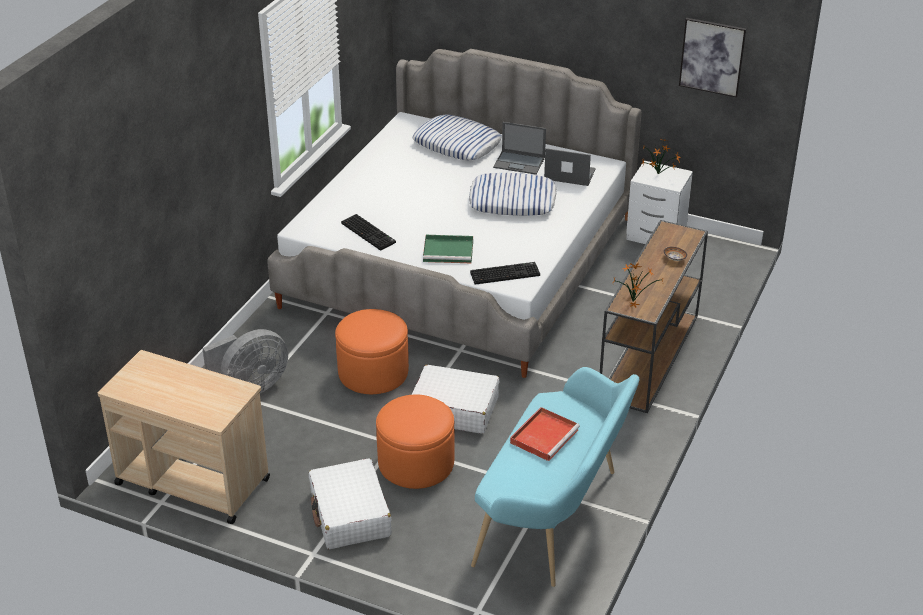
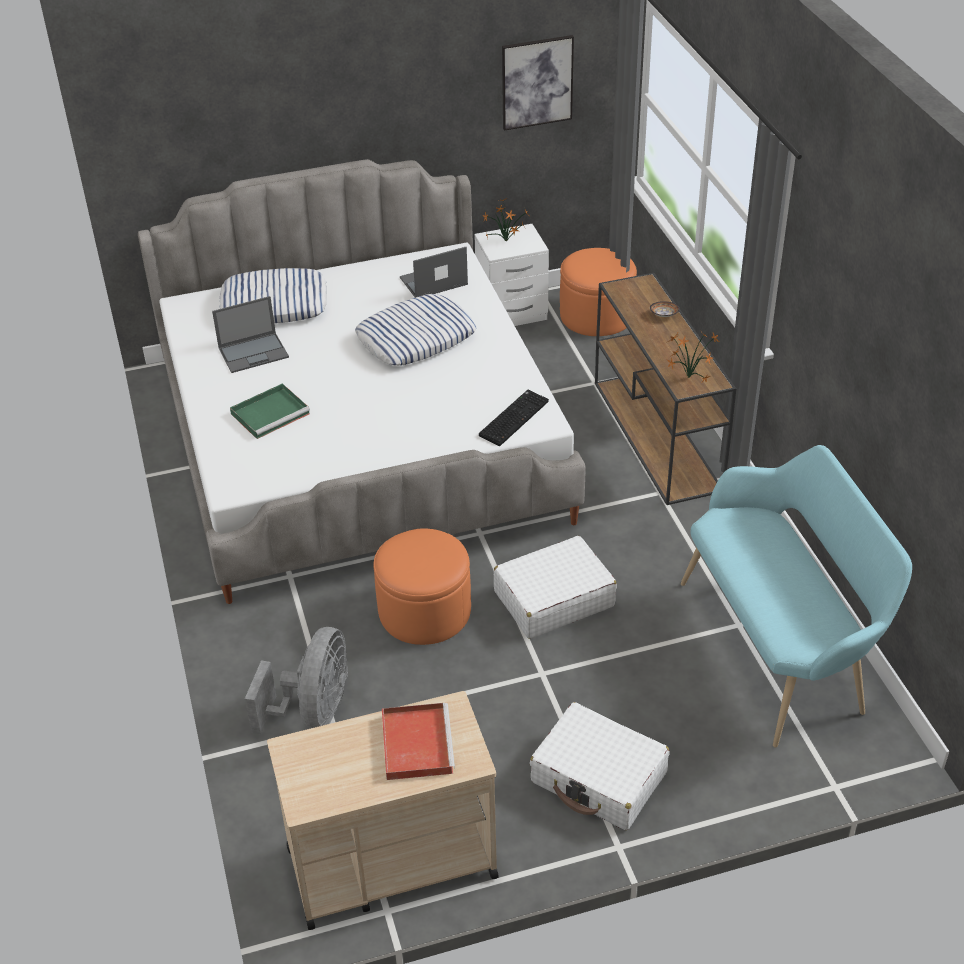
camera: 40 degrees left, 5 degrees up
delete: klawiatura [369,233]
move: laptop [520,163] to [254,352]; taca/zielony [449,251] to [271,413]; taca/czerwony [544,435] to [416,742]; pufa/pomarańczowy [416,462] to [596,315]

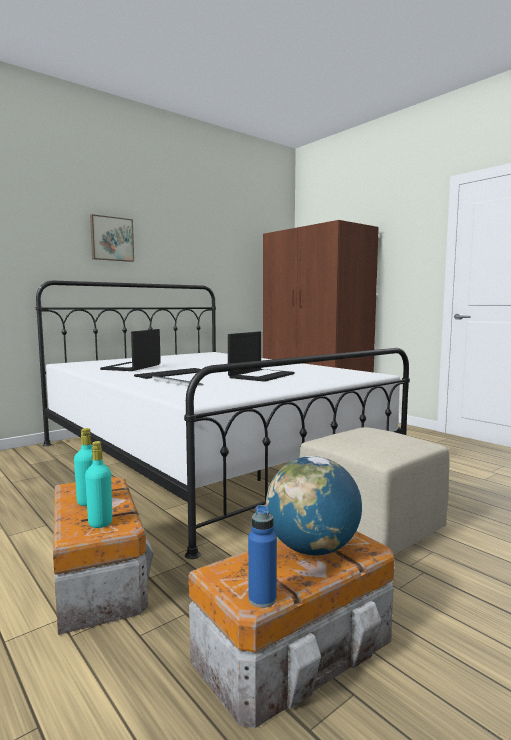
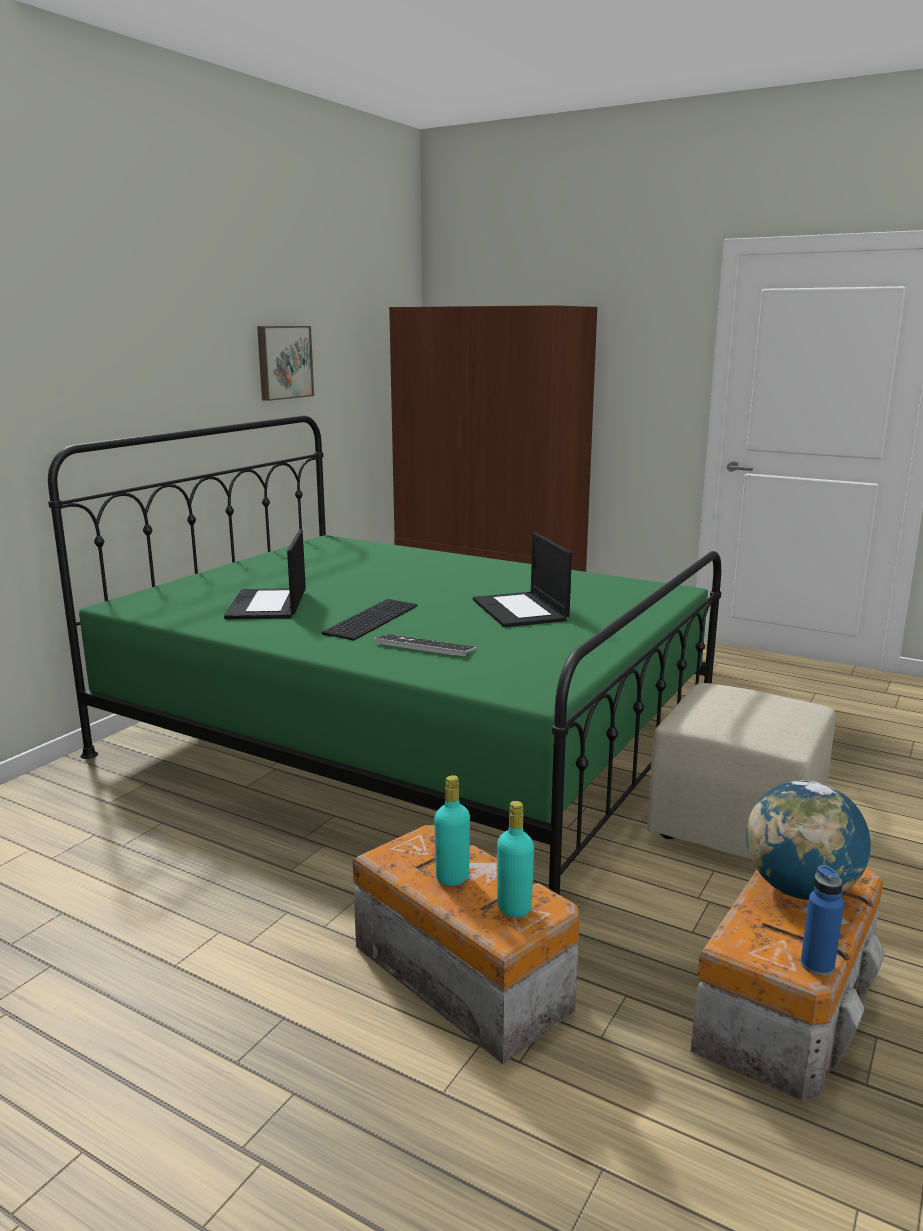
camera: 20 degrees left, 10 degrees up
move: obraz [111,239] to [283,362]
recolor: łóżko/biały [208,458] to łóżko/zielony [407,740]
rotate: laptop [261,375] = [521,610] 150 degrees clockwise

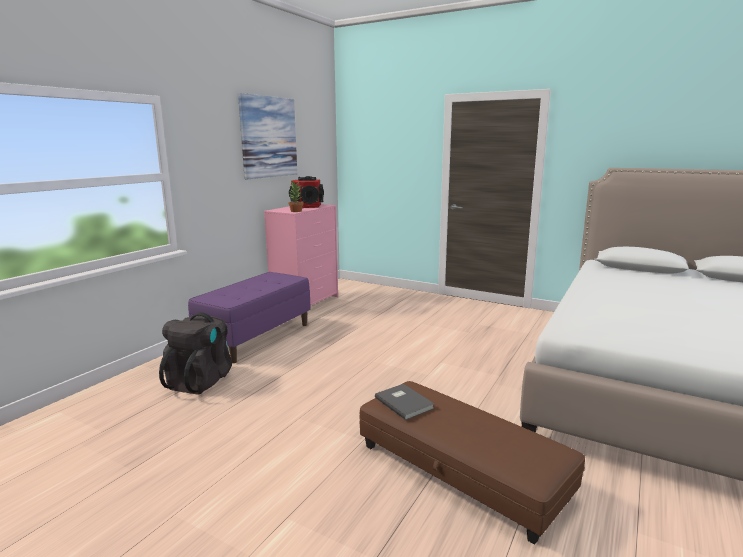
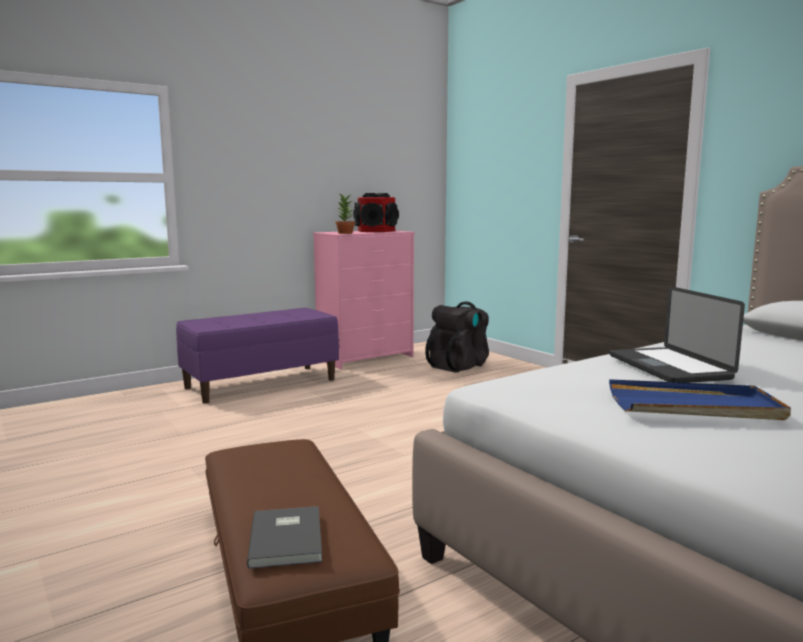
camera: 25 degrees right, 5 degrees down
delete: obraz [268,137]
insert: taca/niebieski [694,406]; laptop [668,367]
move: książka/szary [404,402] to [288,538]; plecak/czarny [201,380] to [459,366]

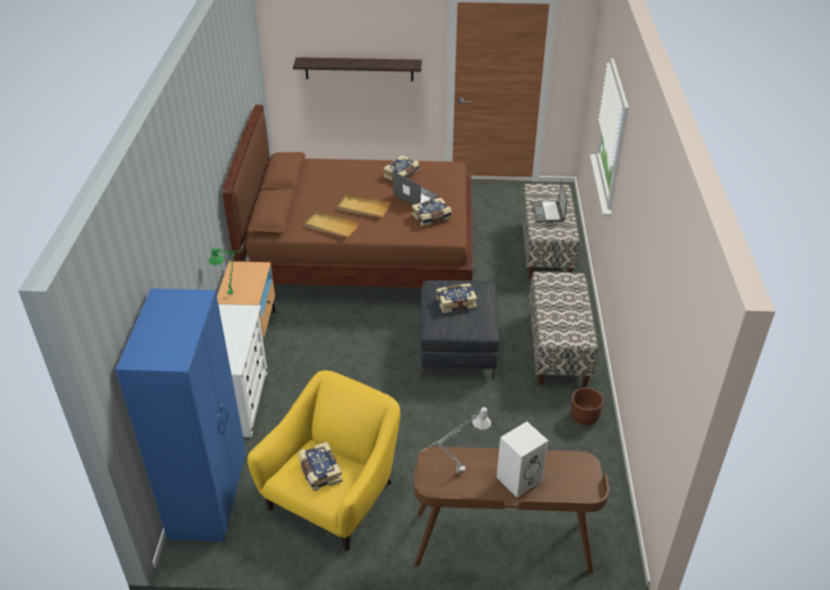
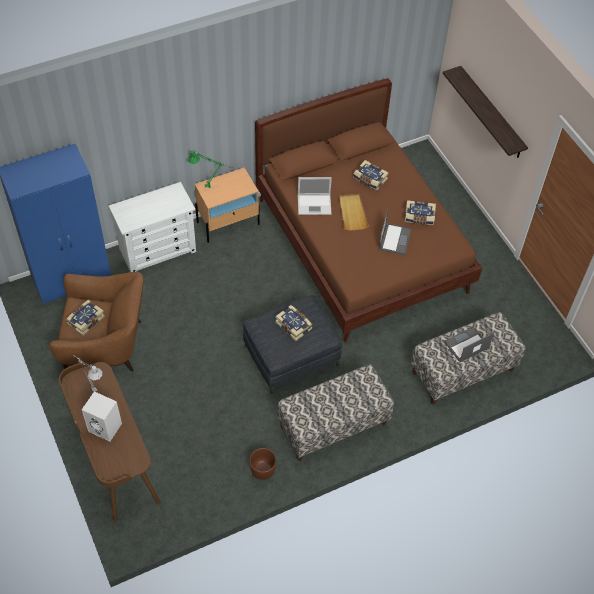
camera: 60 degrees right, 15 degrees up
move: książka [432,217] to [369,179]
replace: taca/beżowy [331,226] to laptop [315,204]
recolor: fotel/żółty [334,496] to fotel/brązowy [105,344]

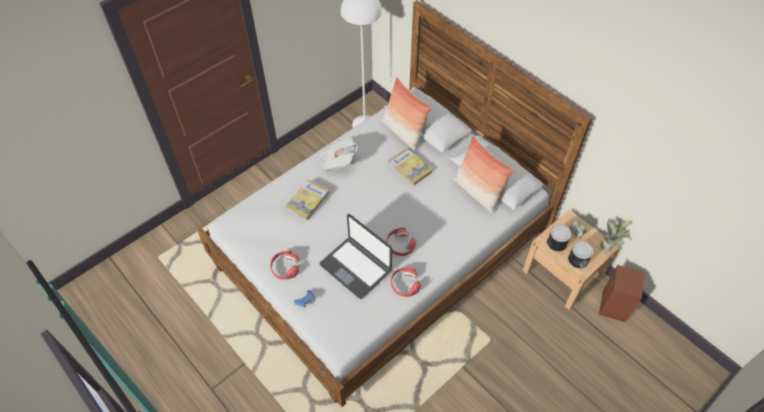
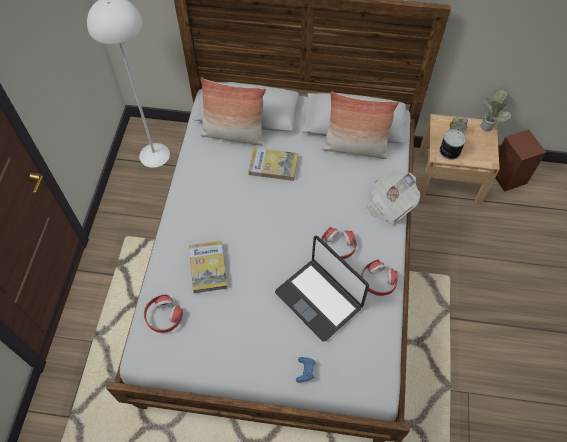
camera: 40 degrees left, 5 degrees up
delete: puszka [577,259]
move: słuchawki/czerwony [285,267] to [163,316]; gazeta [337,161] to [389,204]
rotate: laptop [356,267] = [319,299] 45 degrees clockwise

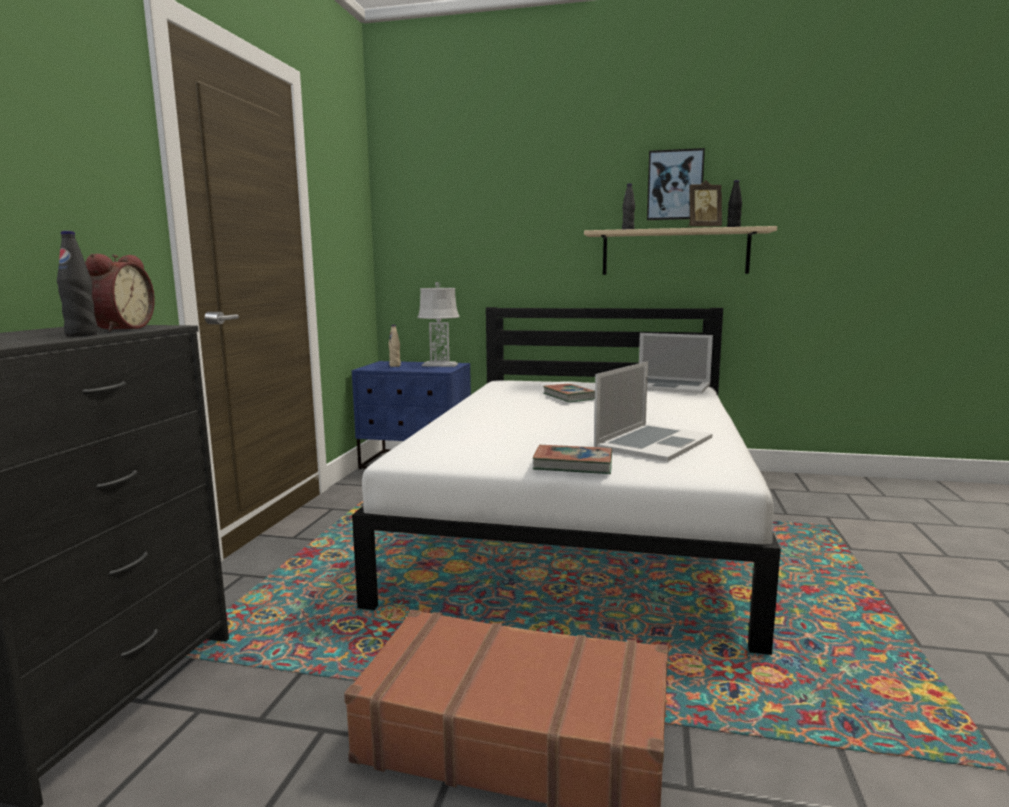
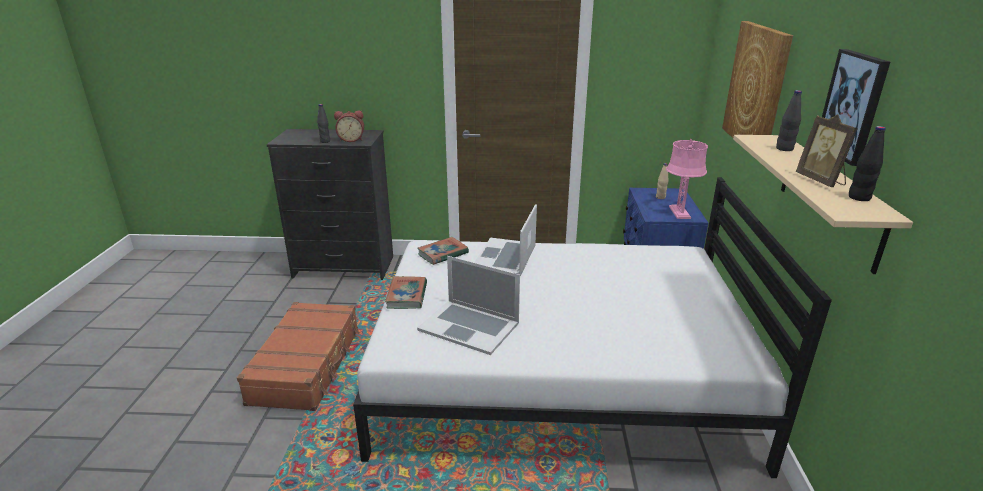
camera: 80 degrees right, 15 degrees up
insert: obraz [756,88]
move: książka [569,396] to [443,254]; laptop [668,386] to [505,257]
recolor: lampa stołowa/szary [439,365] to lampa stołowa/różowy [679,212]

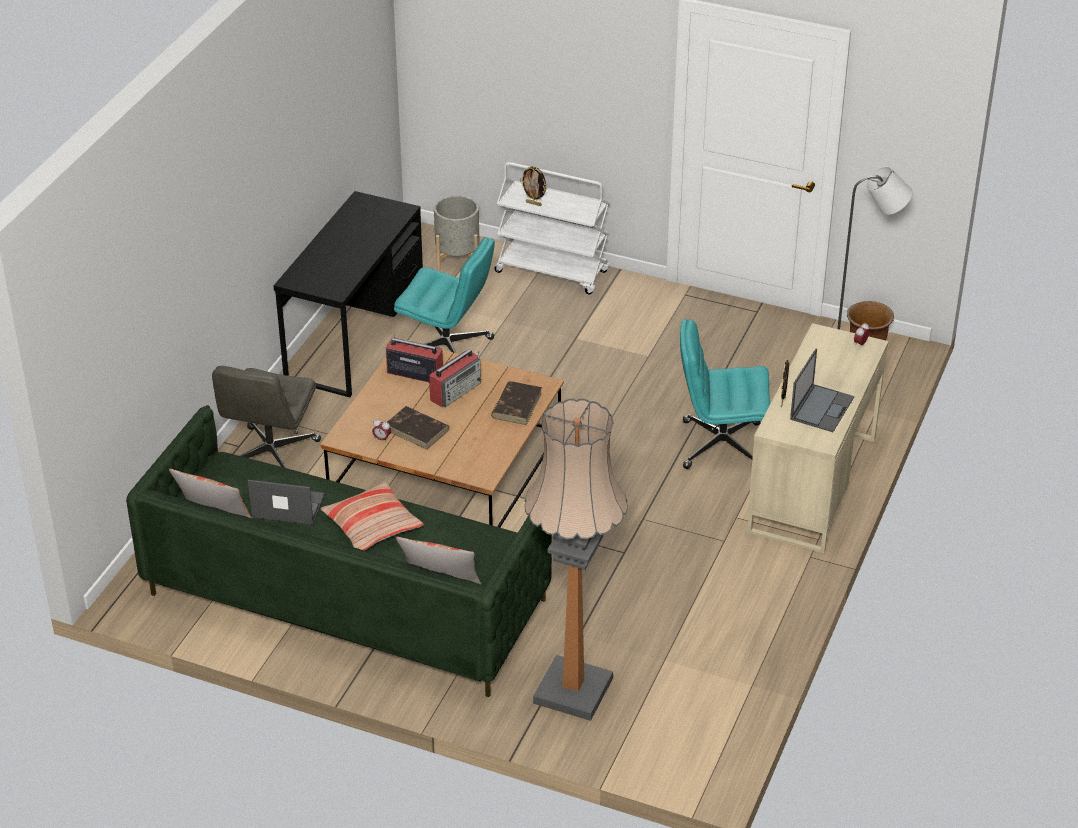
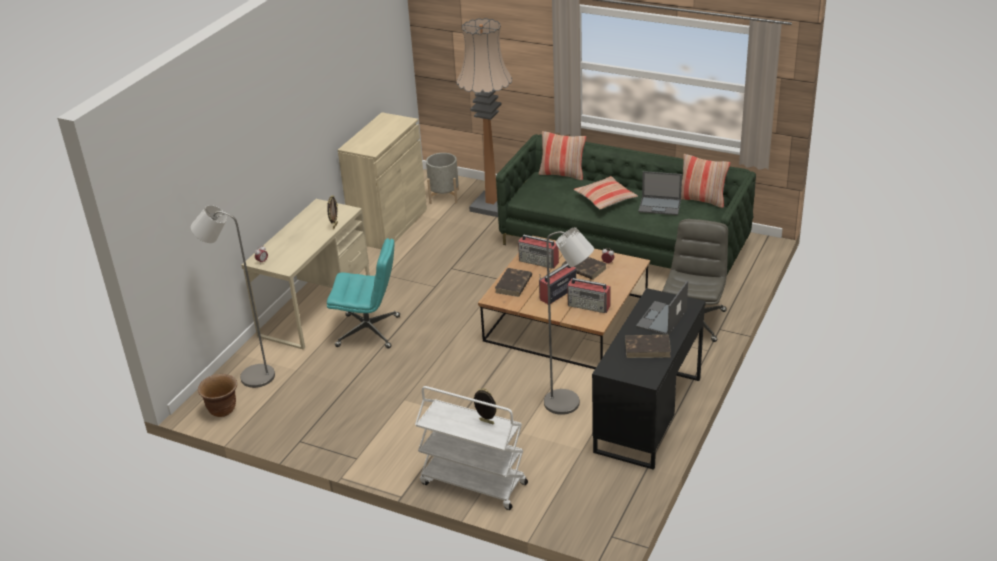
camera: 175 degrees left, 5 degrees down
insert: szafka/beżowy [389,225]; radio [539,261]; książka/brązowy [648,348]
move: donica/szary [457,258] to [444,196]; laptop [822,408] to [661,319]
replace: krzesło biurowe/turkusowy [448,350] to lampa stojąca/szary [568,404]

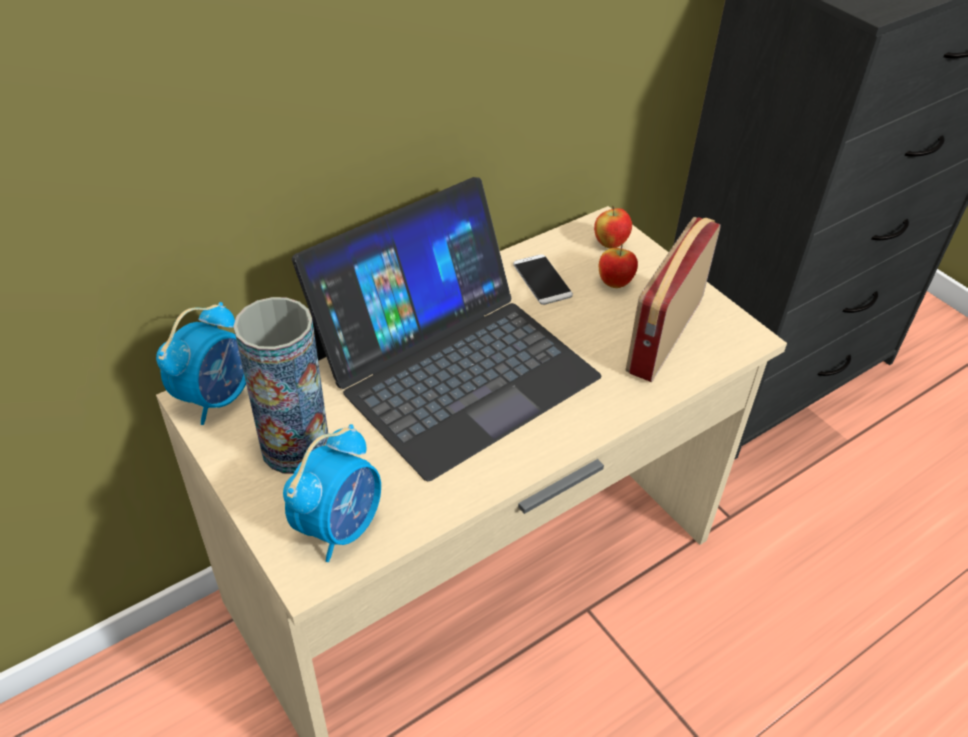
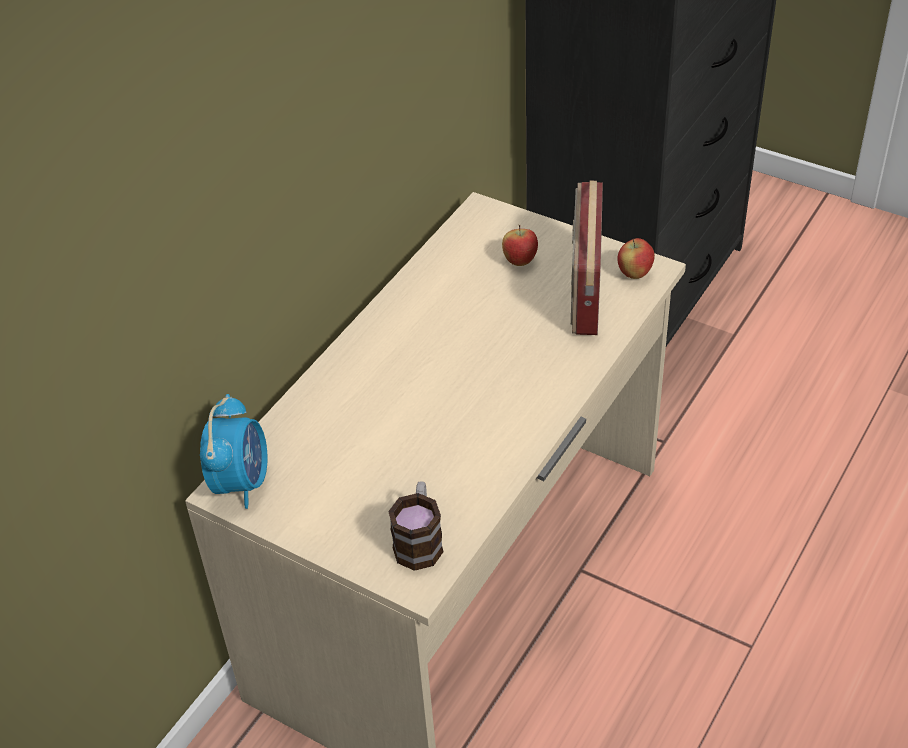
camera: 20 degrees left, 0 degrees up
delete: wazon [295,447]; laptop [453,366]; telefon [542,280]
move: jabłko [610,244] to [634,274]
replace: budzik [340,526] to kubek [419,540]

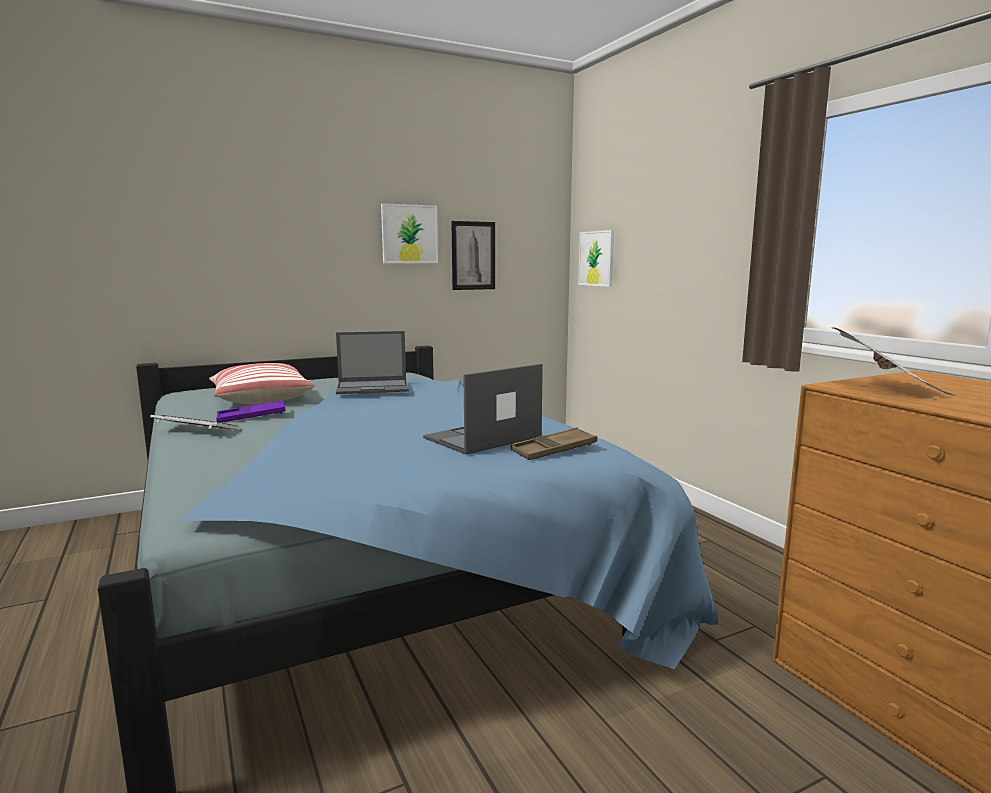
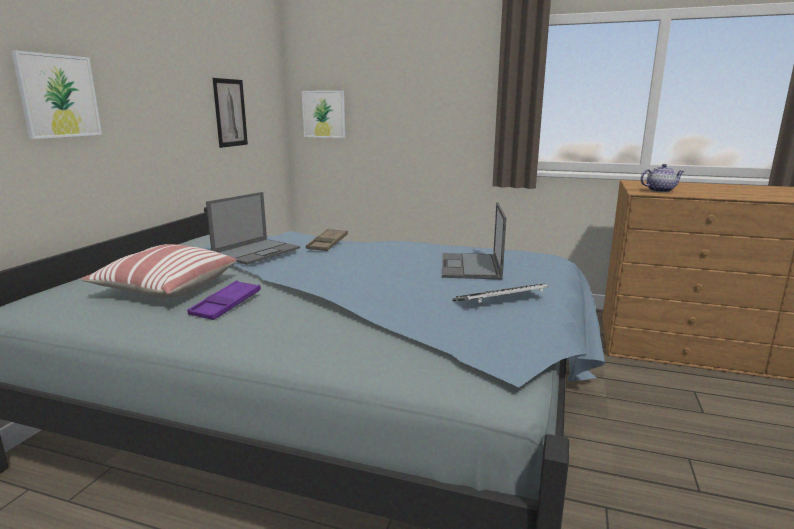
camera: 45 degrees left, 5 degrees up
move: obraz [409,234] to [58,96]; taca/brązowy [554,450] to [327,244]; klawiatura [195,429] to [500,300]
replace: gazeta [887,389] to imbryk [660,191]

